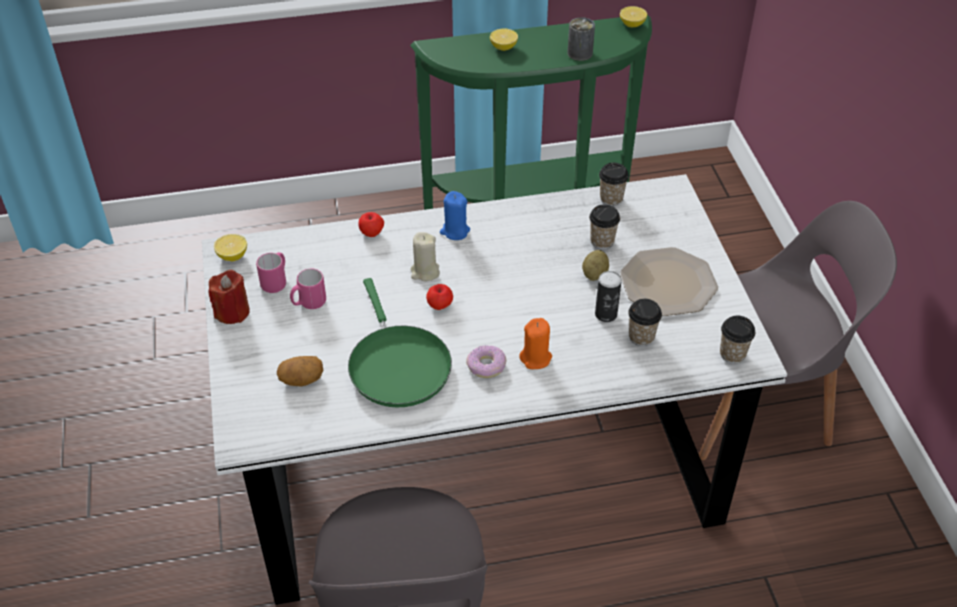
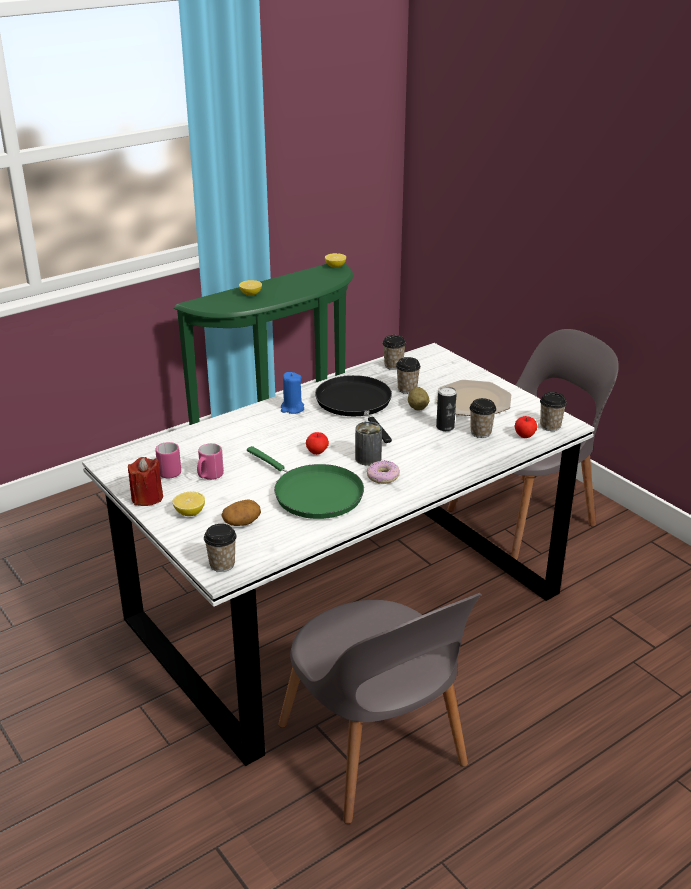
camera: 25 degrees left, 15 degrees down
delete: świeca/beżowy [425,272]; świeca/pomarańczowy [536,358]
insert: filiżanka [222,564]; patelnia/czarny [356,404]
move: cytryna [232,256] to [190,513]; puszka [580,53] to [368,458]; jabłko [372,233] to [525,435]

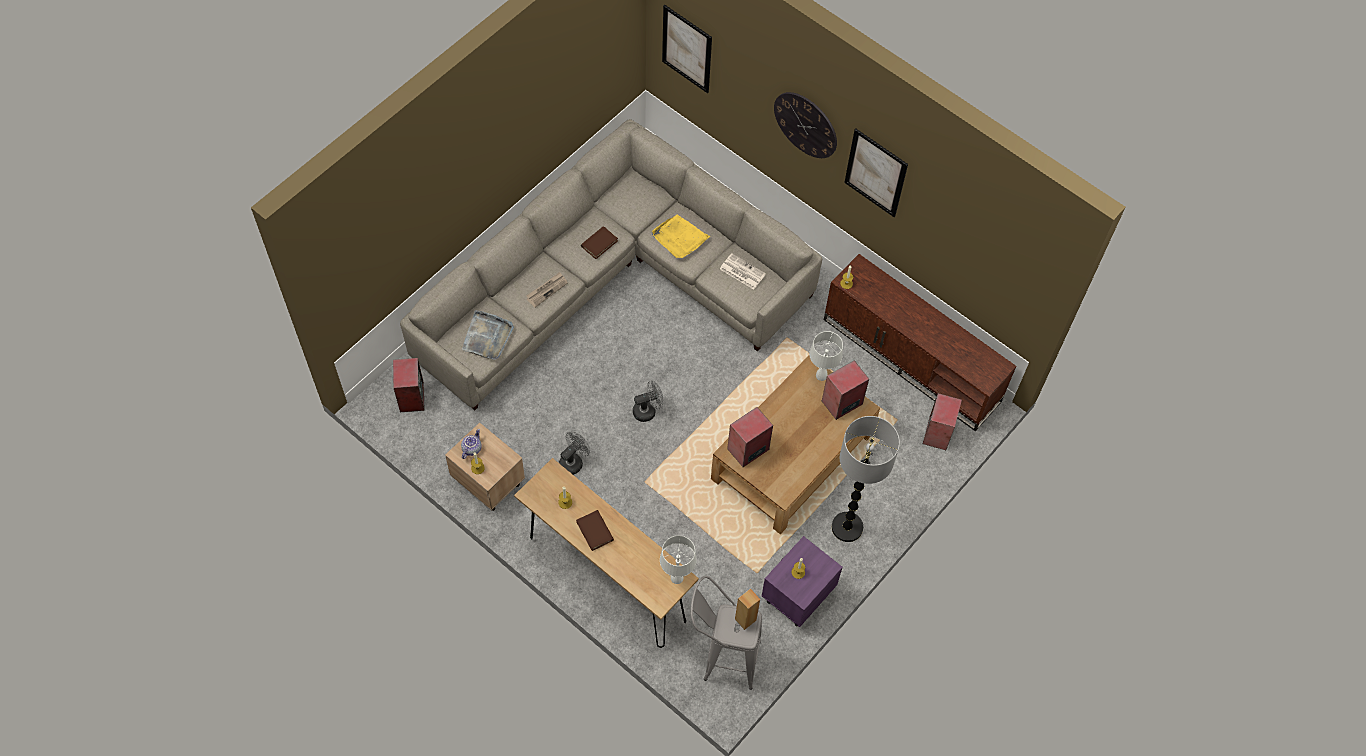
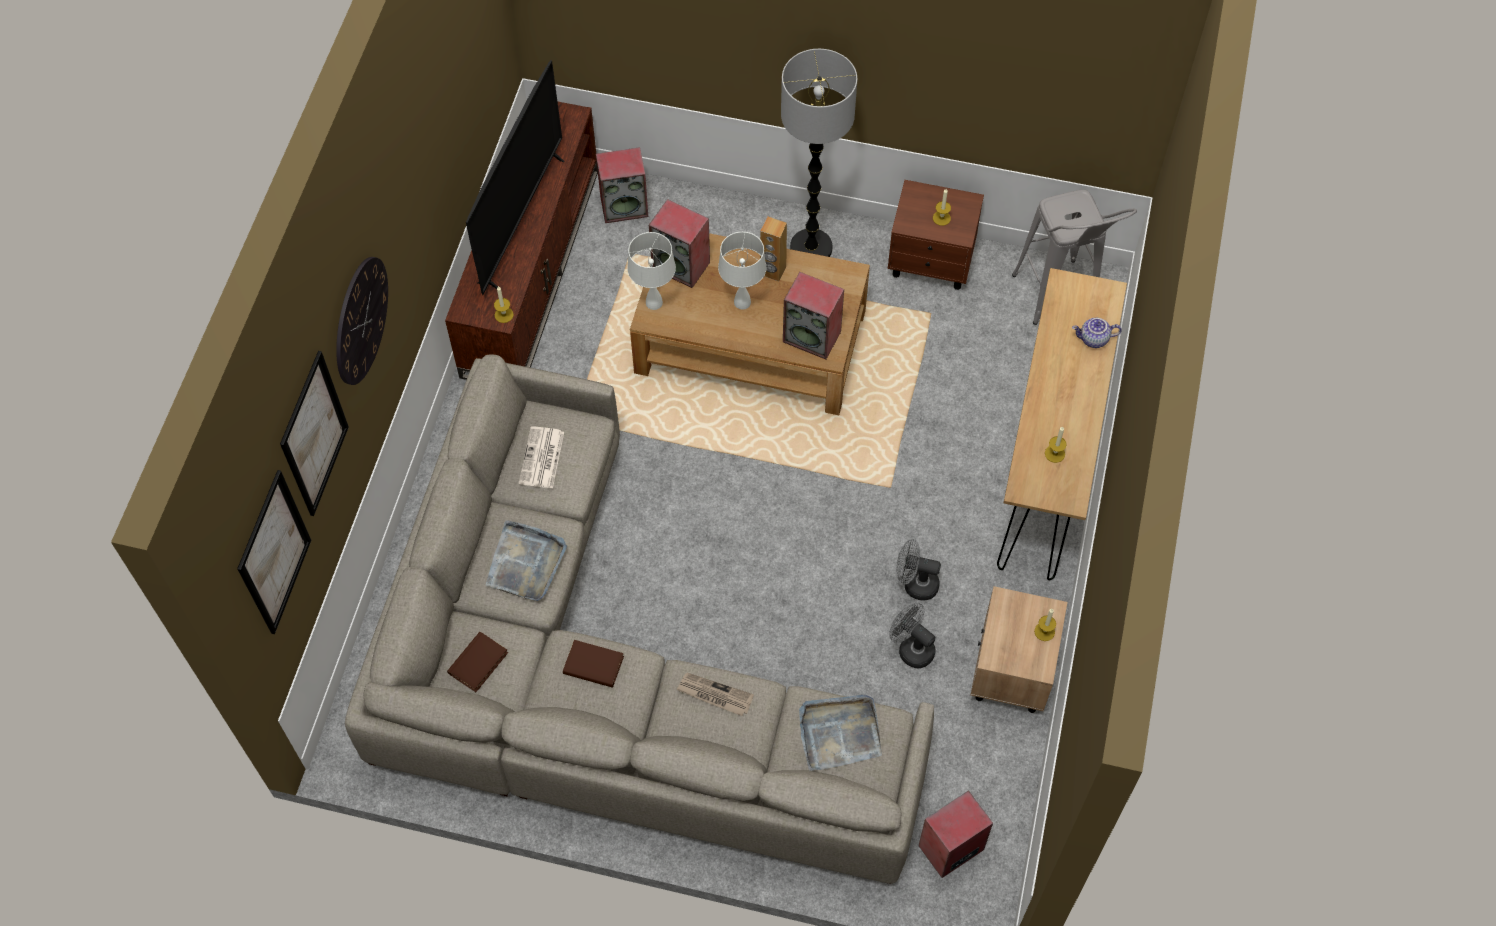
camera: 115 degrees left, 0 degrees up
insert: telewizor [521,220]
move: obraz [875,173] to [314,434]; książka/brązowy [595,531] to [478,663]; lampa stołowa/biały [677,577] to [742,302]; głośnik/brązowy [745,619] to [772,271]; wentylator/szary [648,410] to [911,648]; imbryk [471,448] to [1093,339]
recolor: taca/żółty [679,238] to taca/szary [526,563]; szafka nocna/fioletowy [797,596] to szafka nocna/brązowy [932,262]

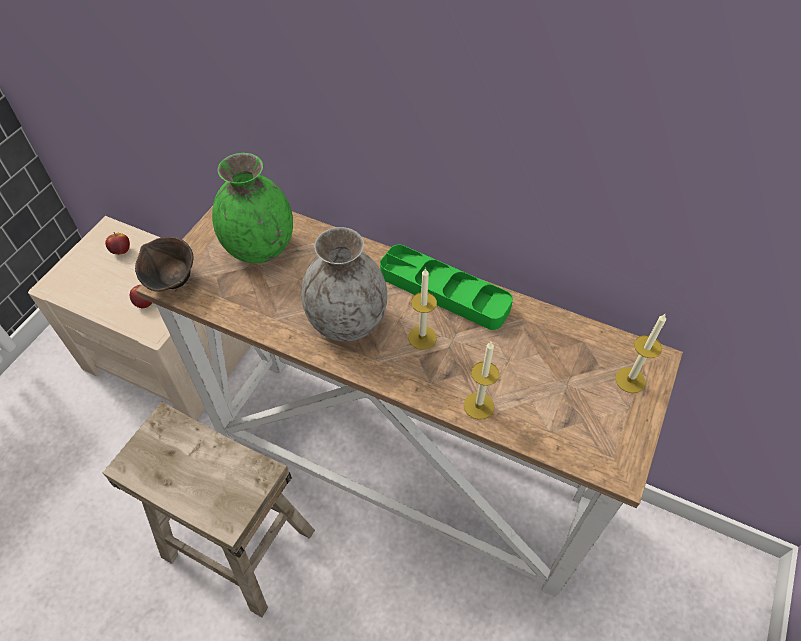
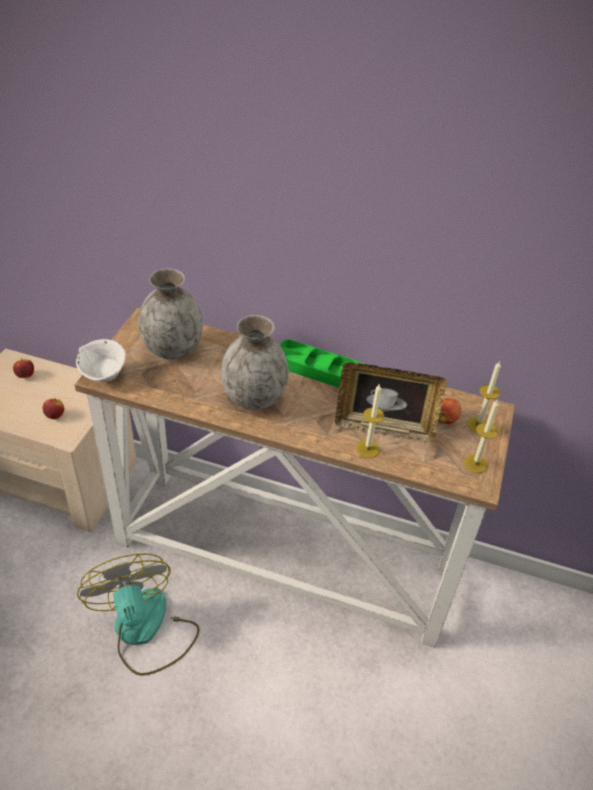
camera: 10 degrees left, 10 degrees down
insert: ramka na zdjęcie [384,428]; jabłko [446,419]
move: świeca [422,337] to [475,464]
replace: stołek/beżowy [237,544] to wentylator [145,631]
recolor: miska/brązowy [172,280] to miska/biały [104,376]; wazon/zielony [259,248] to wazon/szary [173,349]

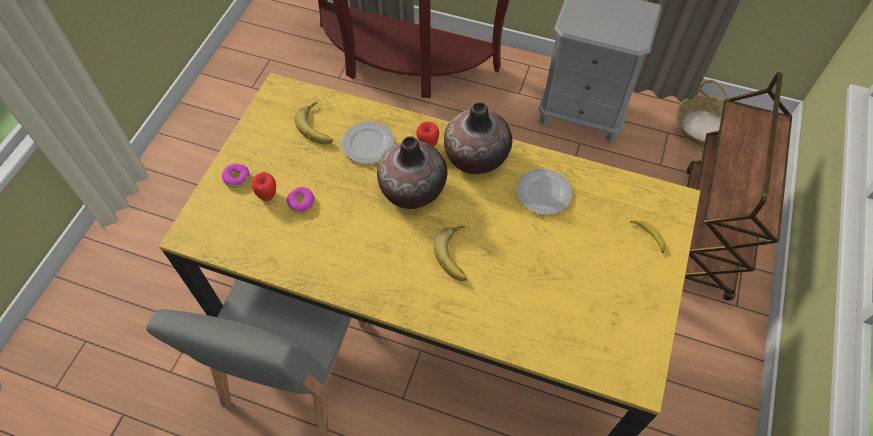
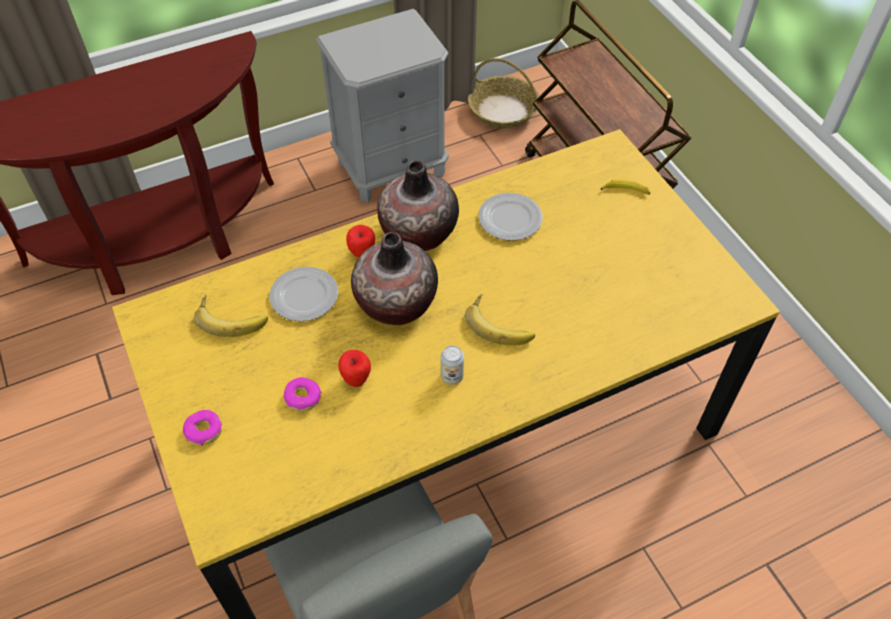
camera: 45 degrees left, 5 degrees down
insert: puszka [452,376]
move: jabłko [268,196] to [356,380]

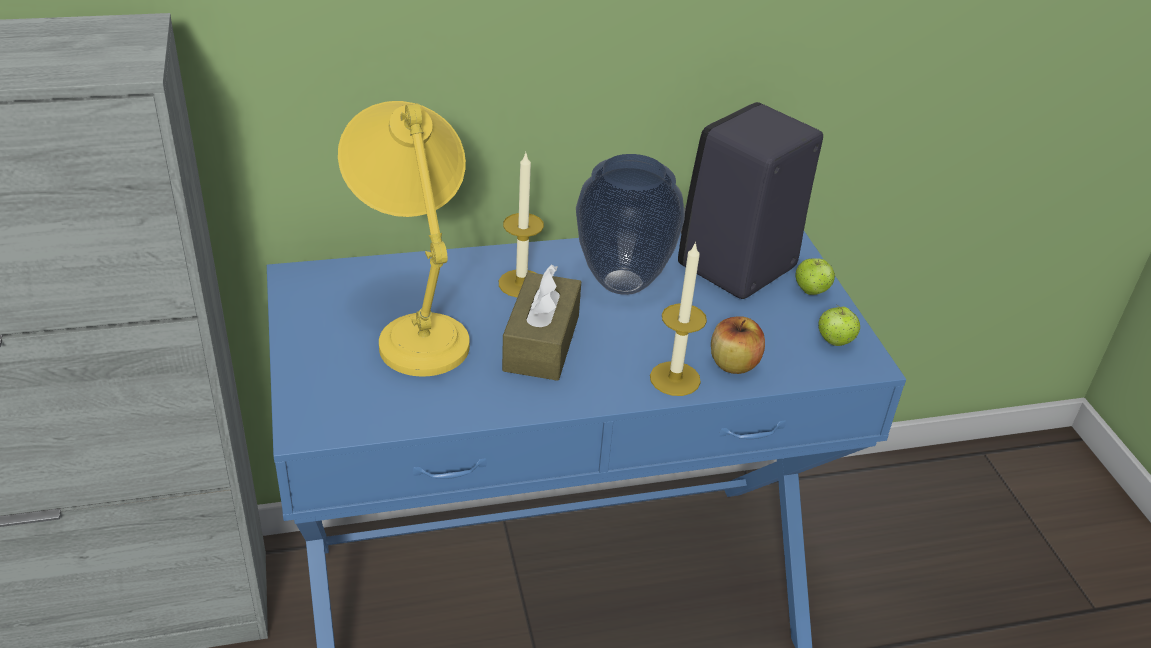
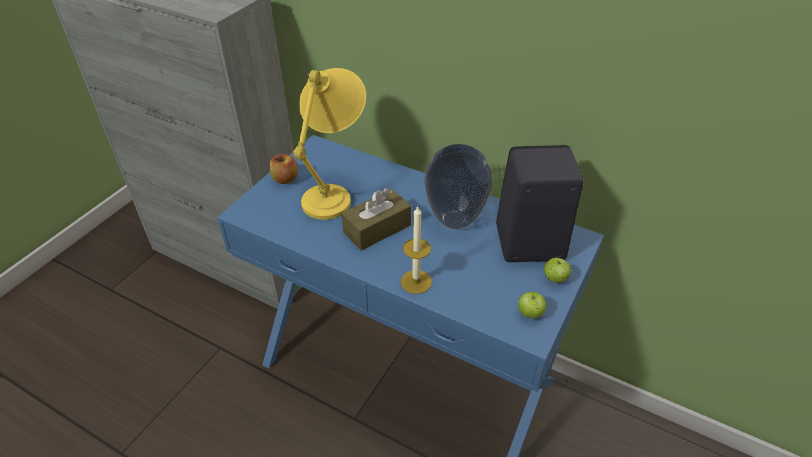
camera: 45 degrees right, 5 degrees up
delete: świeca [521,283]
move: jabłko [733,364] to [285,179]

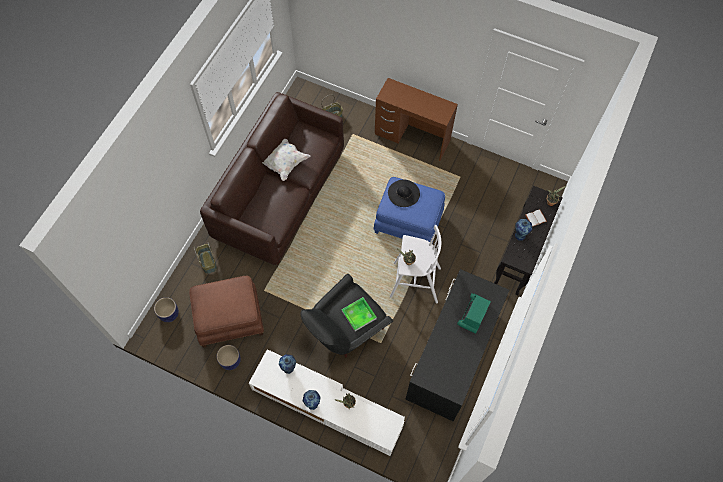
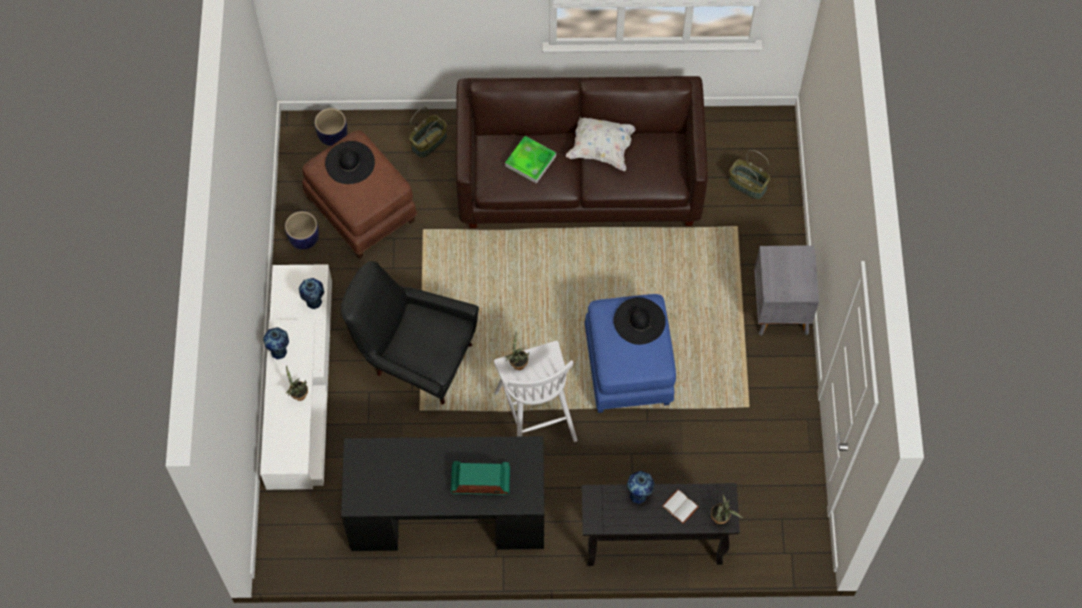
camera: 65 degrees right, 0 degrees up
insert: kapelusz/czarny [350,163]
move: taca [359,315] to [530,161]
replace: biurko/brązowy [412,137] to szafka nocna/szary [780,311]

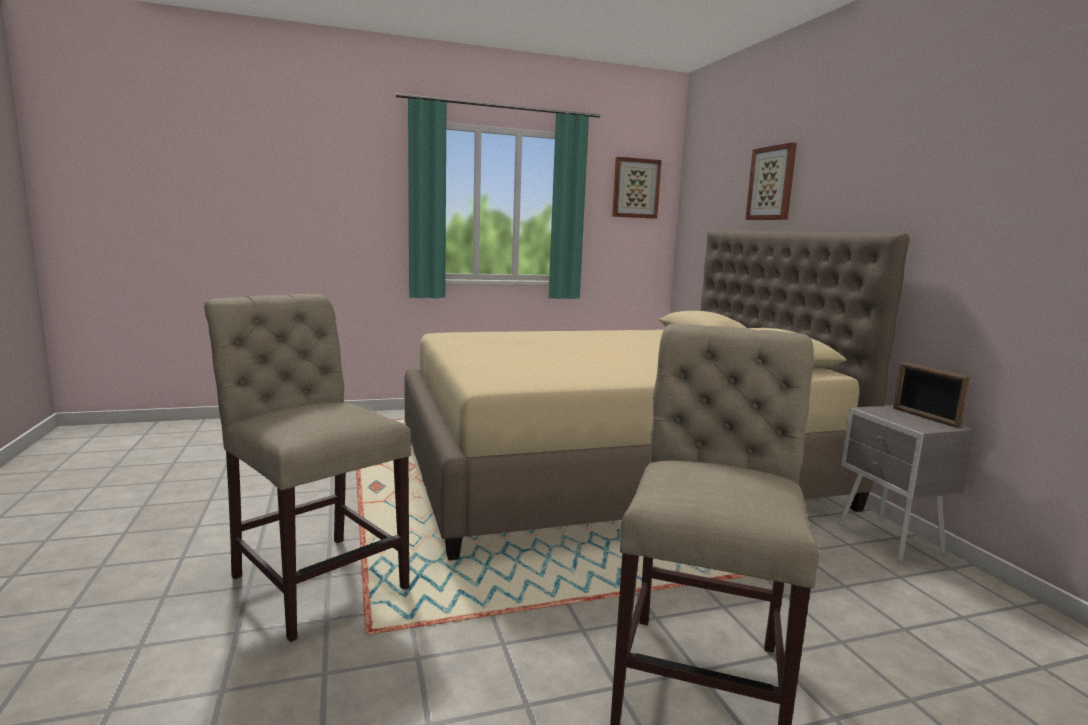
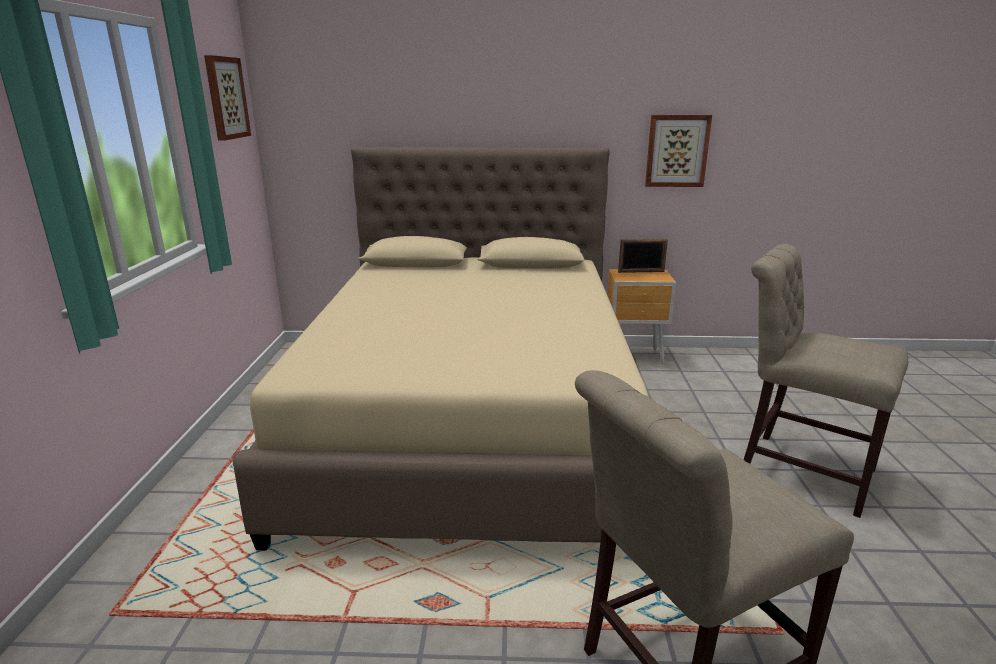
camera: 70 degrees left, 10 degrees up
move: obraz [772,183] to [677,151]
recolor: szafka nocna/szary [889,540] to szafka nocna/brązowy [635,356]

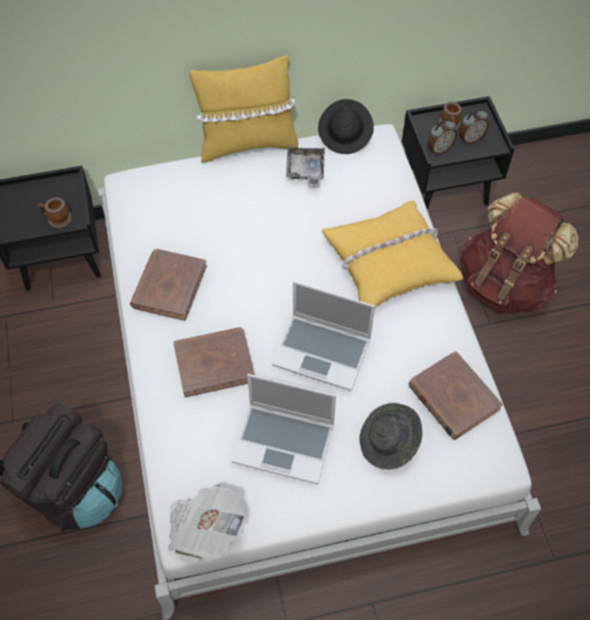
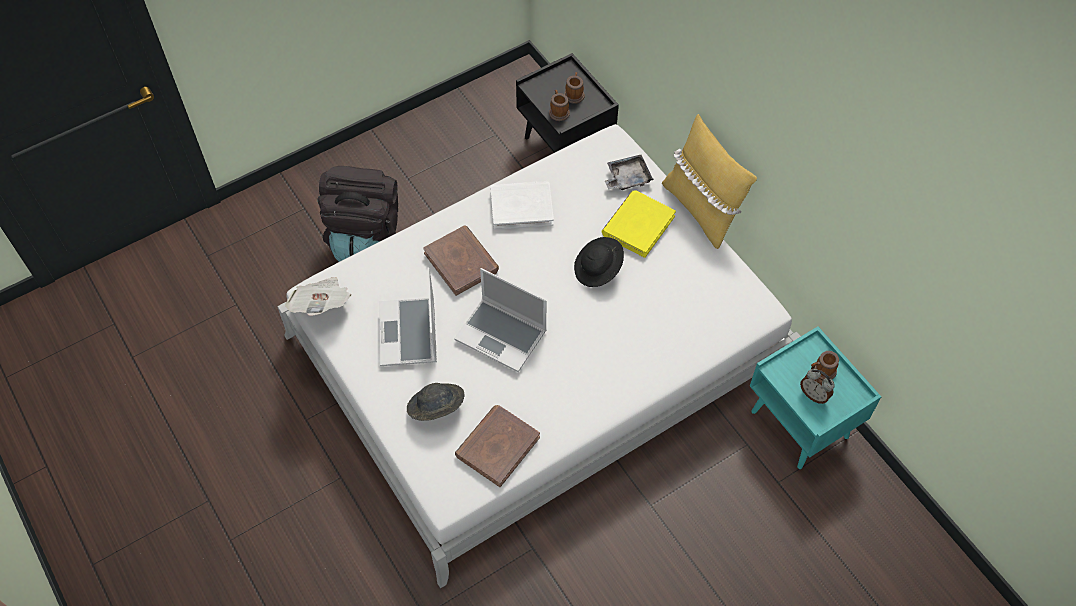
camera: 70 degrees right, 0 degrees up
delete: poduszka/żółty [389,262]; budzik [439,149]; plecak/brązowy [504,284]
insert: kubek [574,94]; książka/żółty [638,225]
move: kapelusz/czarny [345,136] to [598,269]; taca/szary [305,170] to [627,178]
recolor: książka/brązowy [169,286] to książka/biały [521,207]; szafka nocna/czarny [446,188] to szafka nocna/turkusowy [801,424]
rotate: laptop [323,352] = [502,335] 60 degrees counterclockwise

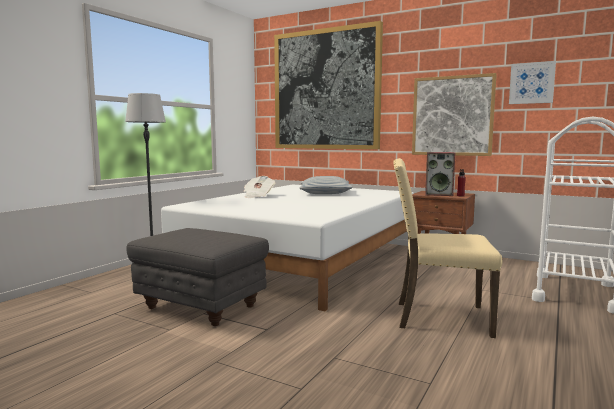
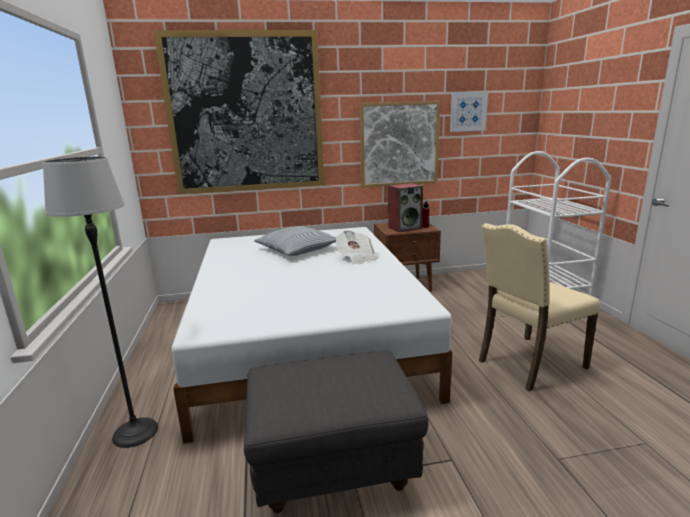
camera: 40 degrees left, 10 degrees up
move: gazeta [258,196] to [355,257]

